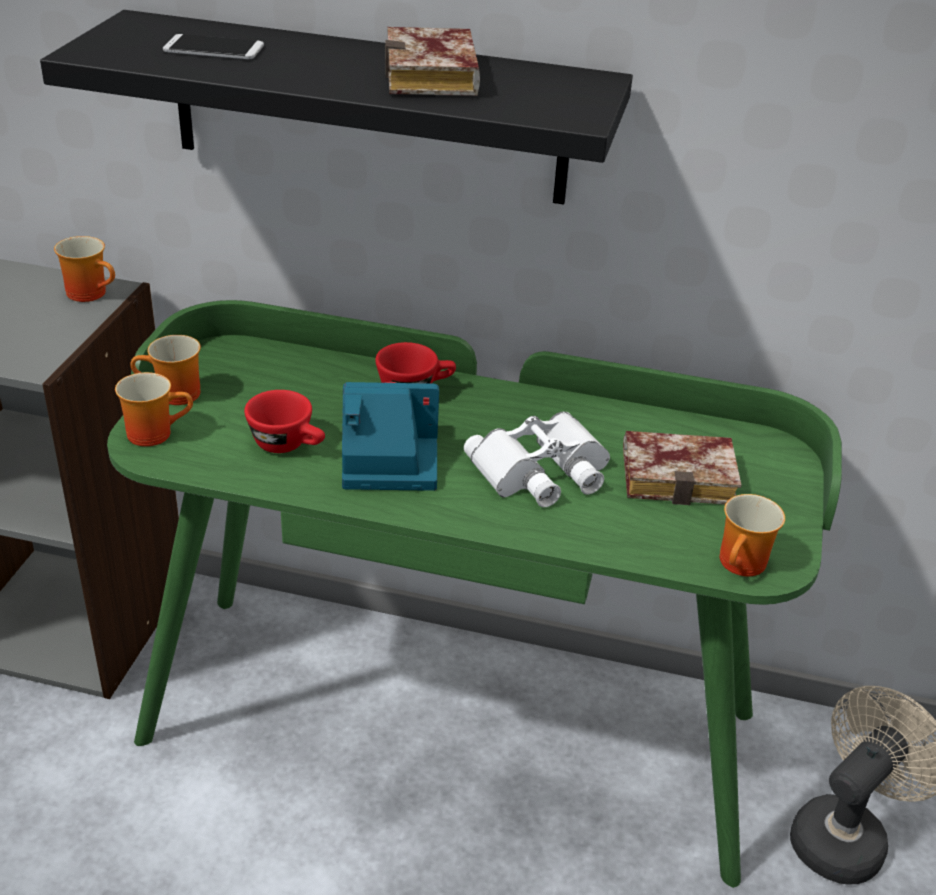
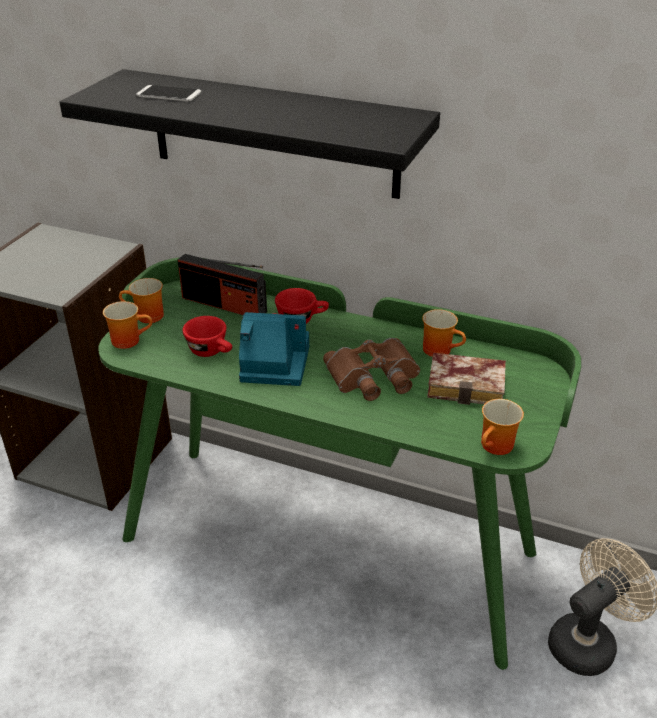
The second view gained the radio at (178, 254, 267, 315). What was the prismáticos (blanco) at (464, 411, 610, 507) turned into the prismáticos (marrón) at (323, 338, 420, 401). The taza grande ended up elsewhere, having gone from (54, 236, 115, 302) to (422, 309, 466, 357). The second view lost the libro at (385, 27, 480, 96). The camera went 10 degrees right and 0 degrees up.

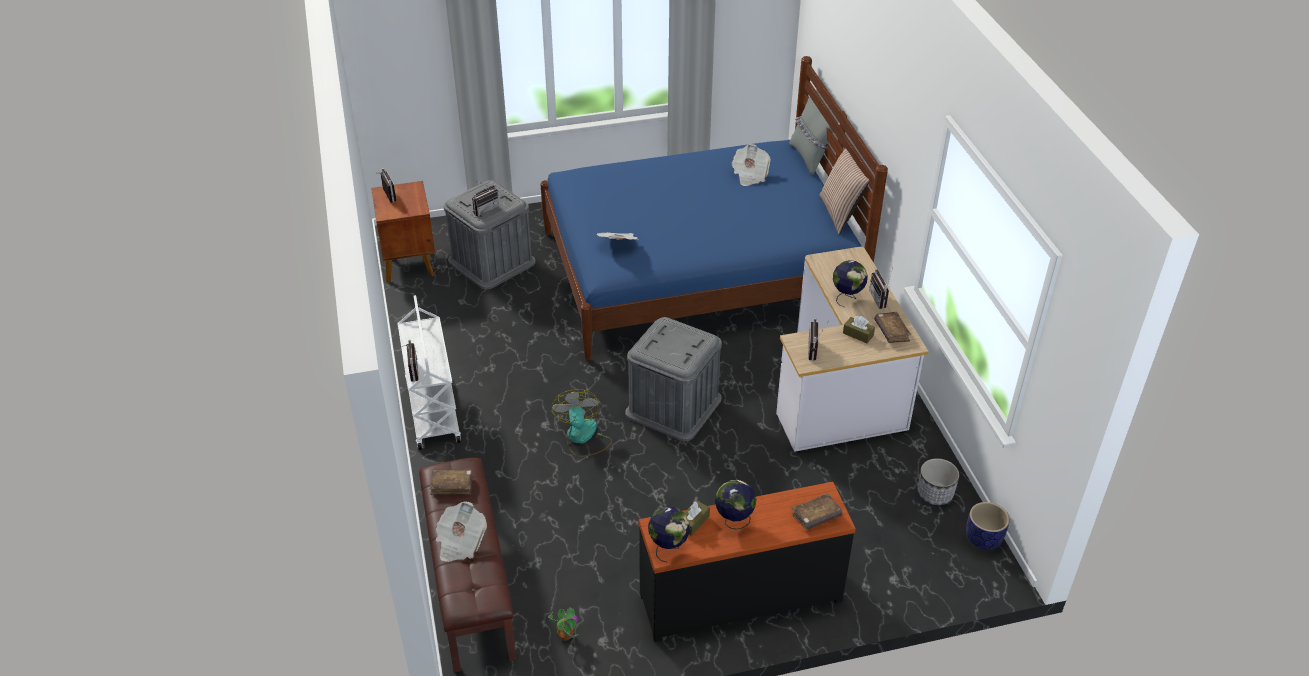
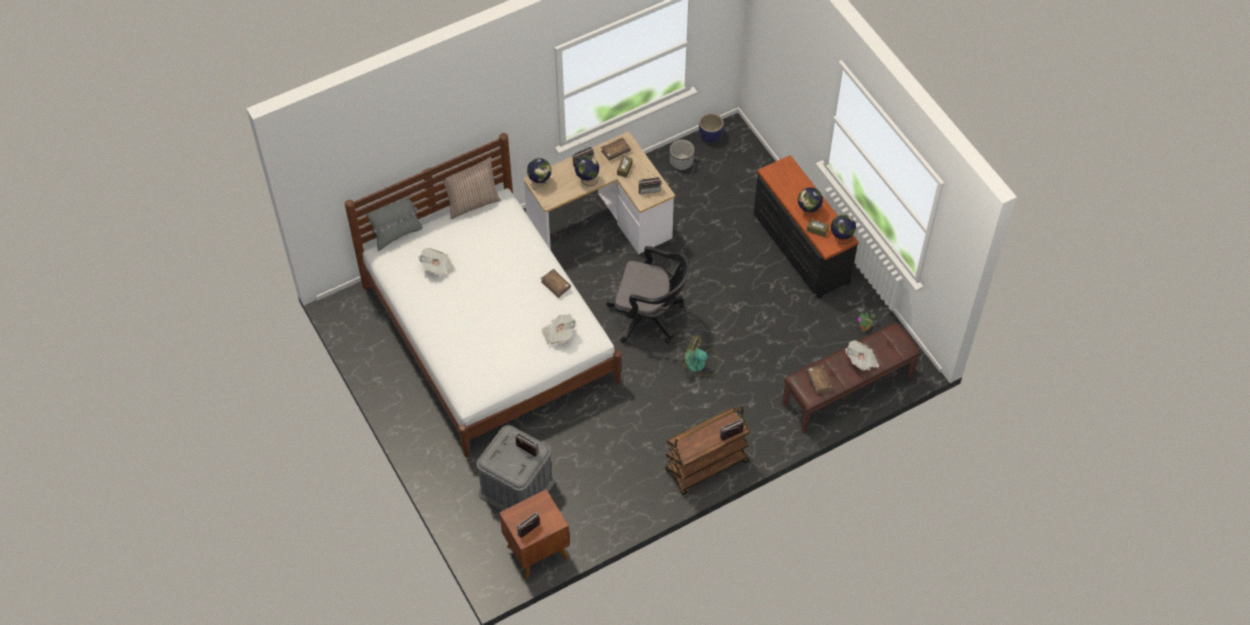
What was the cama (azul) at (540, 56, 888, 360) turned into the cama (blanco) at (345, 133, 621, 457). The second view gained the globo terráqueo at (527, 158, 551, 190). The libro (marrón) ended up elsewhere, having gone from (792, 493, 842, 530) to (541, 269, 571, 298). Where the caja de almacenaje (gris) stood at (625, 317, 722, 441), the silla de oficina (negro) came to stand at (606, 246, 690, 343). What was the carrito (blanco) at (398, 295, 461, 450) turned into the carrito (marrón) at (665, 406, 750, 495). The ventilador at (551, 389, 612, 457) ended up facing another way, 45 degrees clockwise from before. The camera went 105 degrees left and 15 degrees up.

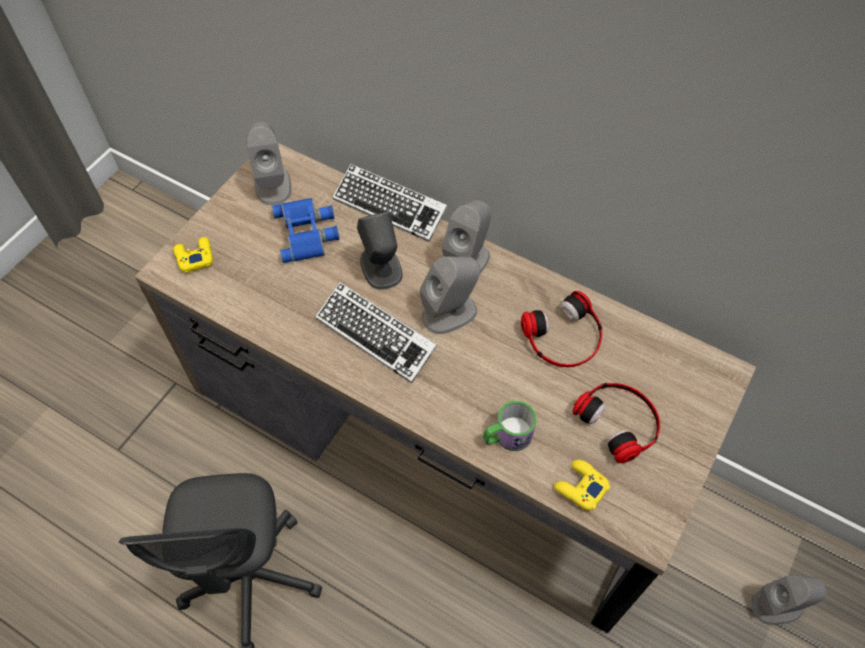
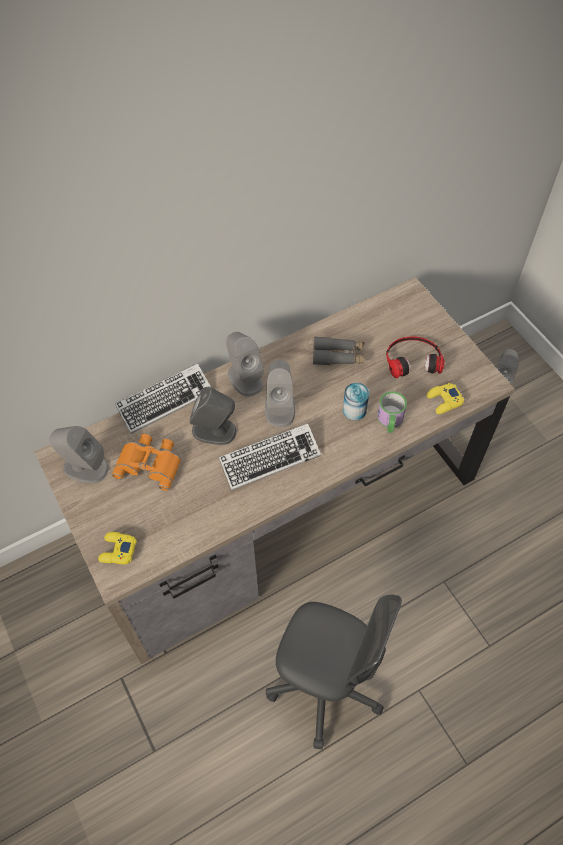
What was the prismáticos (azul) at (272, 198, 339, 263) turned into the prismáticos (naranja) at (112, 434, 181, 491). Where the auriculares stood at (521, 291, 602, 367), the prismáticos (gris) came to stand at (313, 337, 365, 365). The second view gained the lata at (343, 383, 369, 421). The camera went 60 degrees left and 0 degrees up.

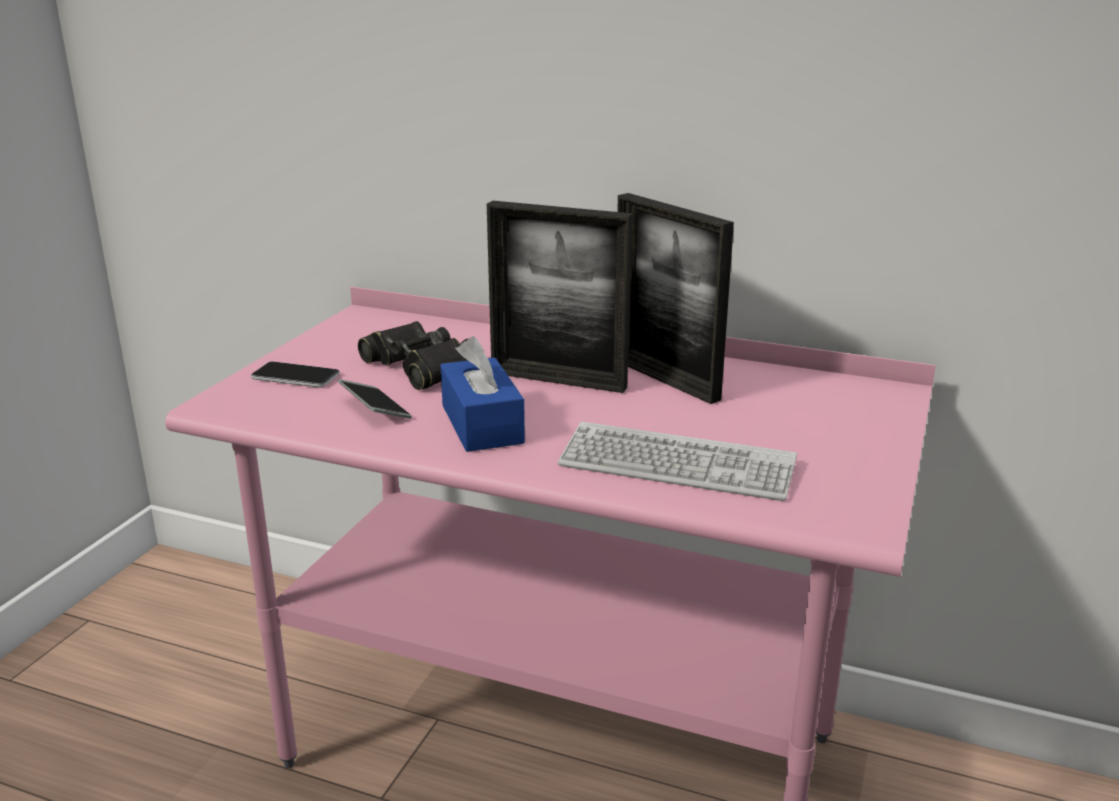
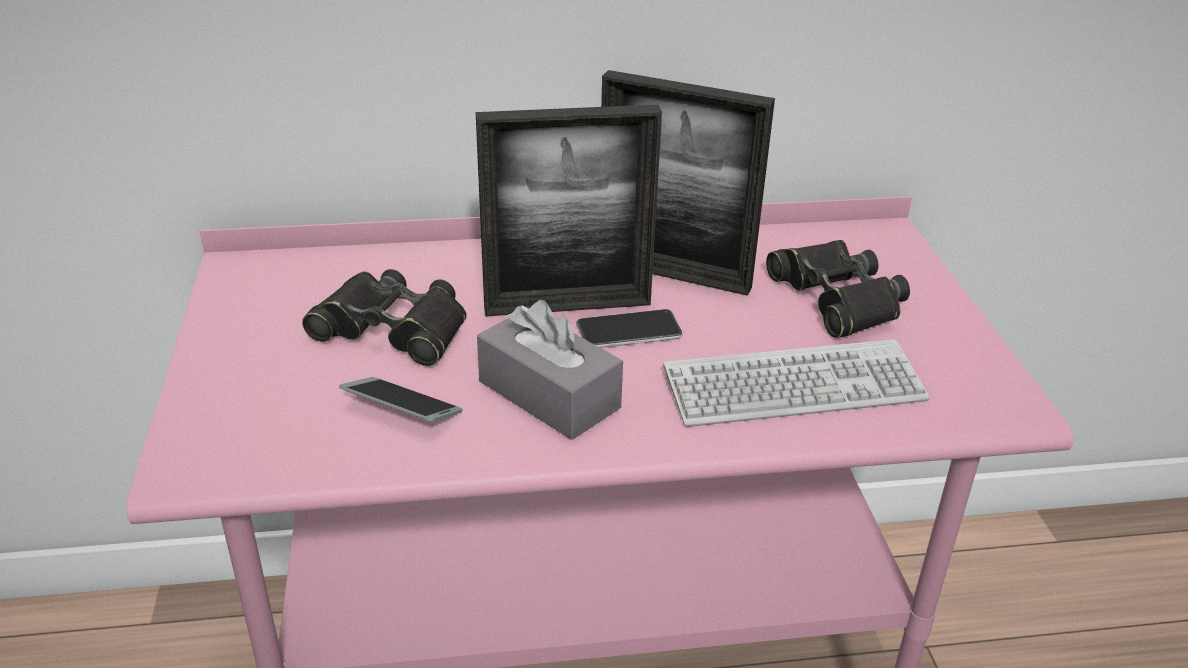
What was the caja de pañuelos (azul) at (440, 336, 525, 452) turned into the caja de pañuelos (gris) at (477, 300, 623, 440). The móvil ended up elsewhere, having gone from (251, 361, 340, 388) to (576, 309, 683, 348). The second view gained the prismáticos (negro) at (766, 240, 910, 338). The camera went 30 degrees left and 10 degrees up.

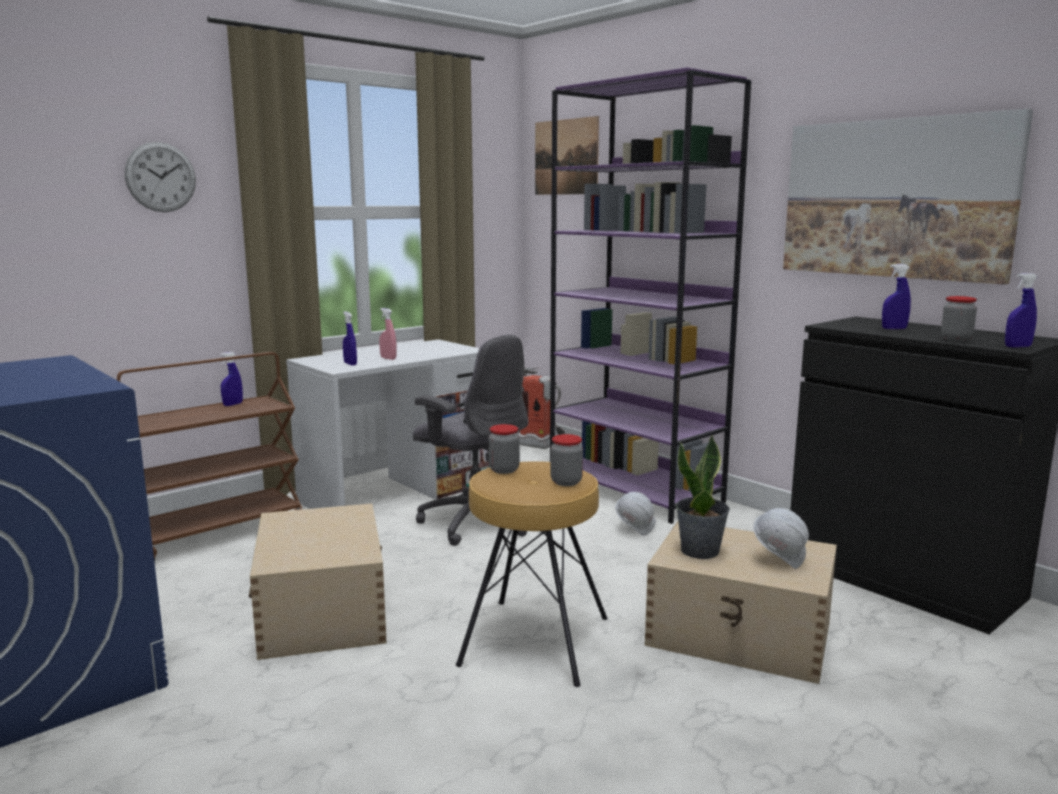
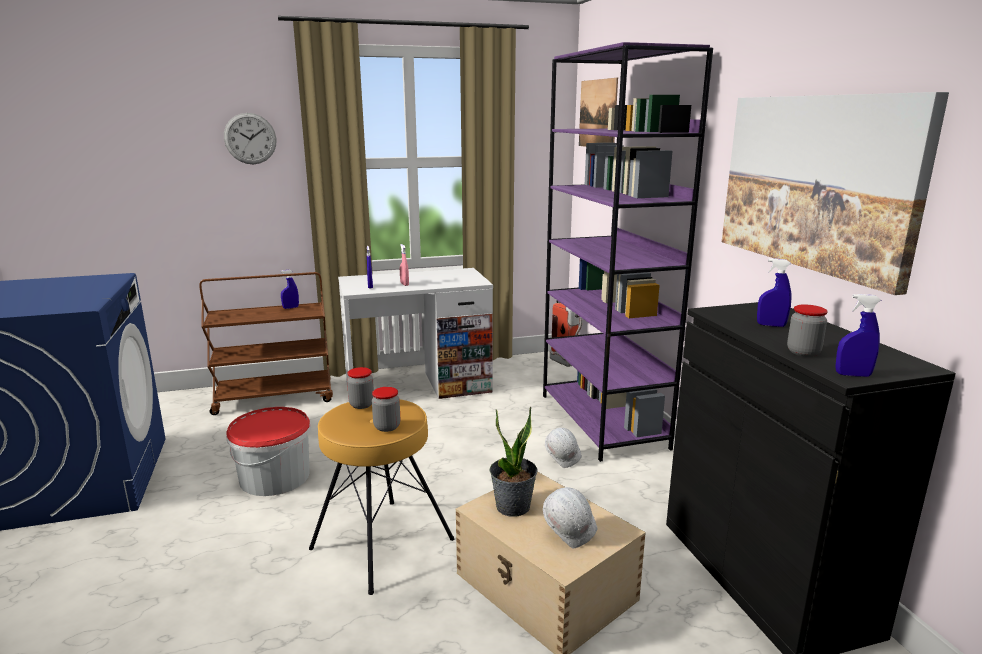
Where the caja de almacenaje (beis) stood at (249, 503, 387, 660), the cubo came to stand at (226, 407, 311, 496). The second view lost the silla de oficina (gris) at (413, 335, 529, 546). The camera went 25 degrees right and 5 degrees up.

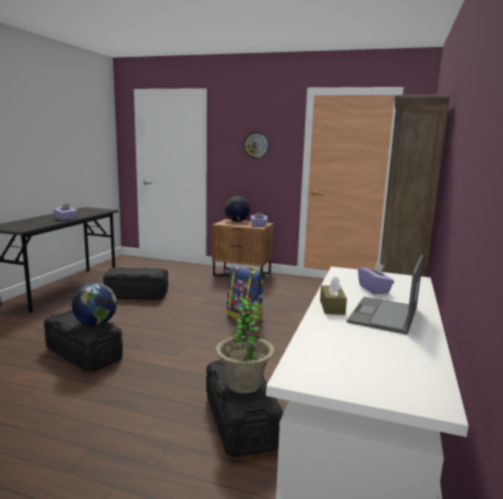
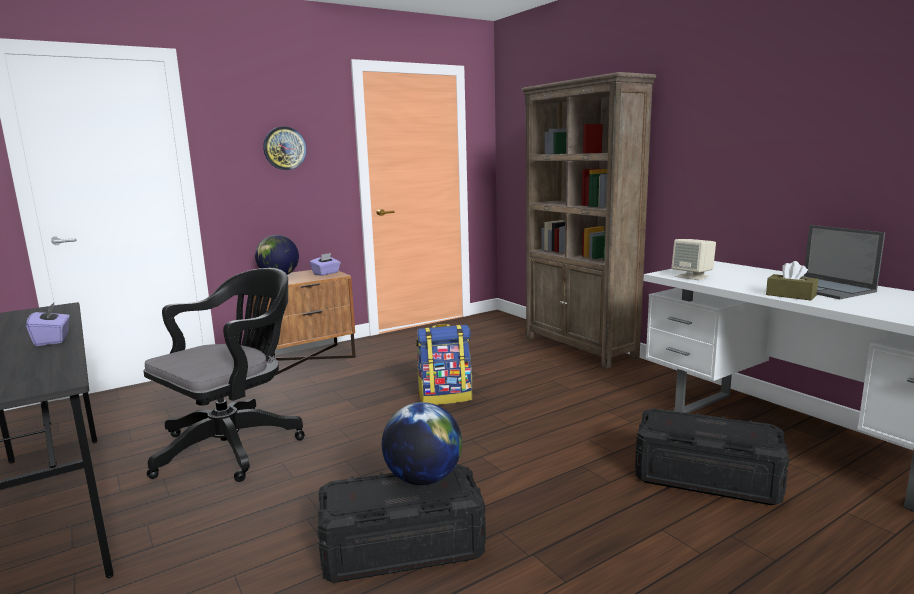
Where the caja de almacenaje (negro) stood at (103, 267, 168, 300), the silla de oficina (negro) came to stand at (143, 268, 305, 482). The second view gained the altavoz (beis) at (671, 239, 716, 280). The second view lost the planta en maceta at (215, 297, 275, 393). The second view lost the caja de pañuelos (morado) at (358, 262, 394, 294). The camera went 50 degrees left and 0 degrees up.

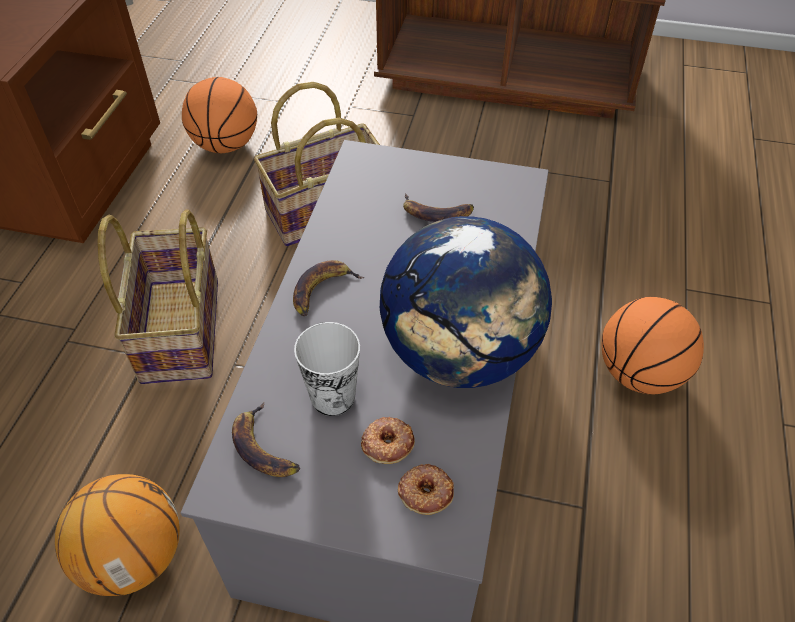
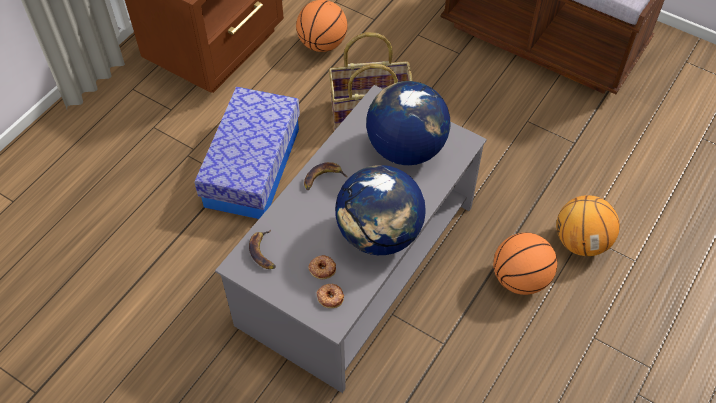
Where the cesta stood at (97, 209, 218, 384), the caja de almacenaje came to stand at (194, 87, 300, 219). Where the plátano stood at (403, 194, 474, 222), the globo terráqueo came to stand at (366, 81, 450, 165). The balón de baloncesto ended up elsewhere, having gone from (55, 474, 180, 596) to (556, 195, 620, 256). The second view lost the taza at (294, 322, 360, 416). The camera went 20 degrees right and 5 degrees up.

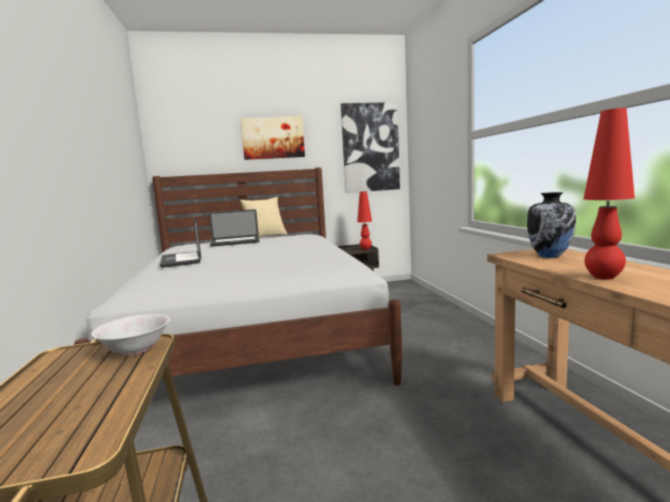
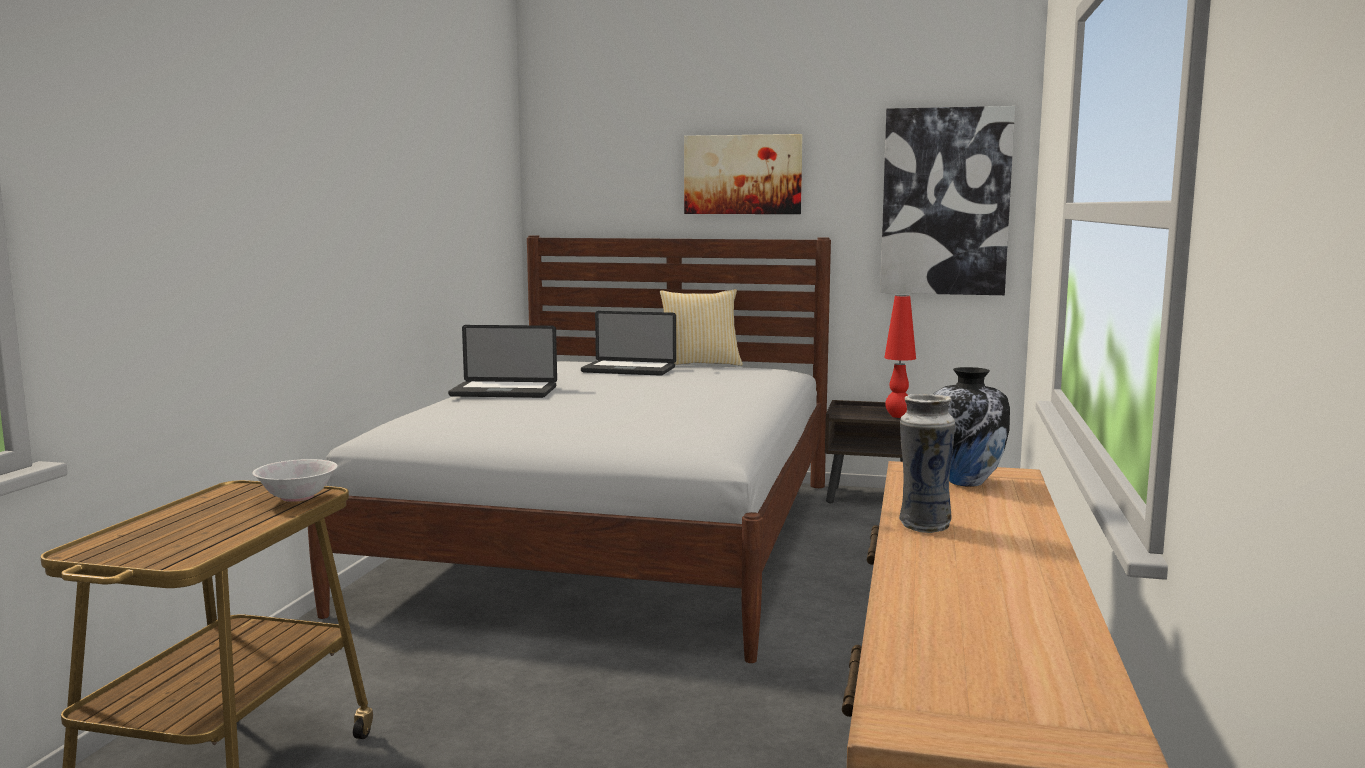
The portátil at (160, 219, 201, 268) ended up facing another way, 90 degrees counterclockwise from before. Where the lámpara de mesa (rojo) stood at (584, 108, 635, 280), the florero came to stand at (899, 394, 955, 533). The camera went 25 degrees right and 0 degrees up.

